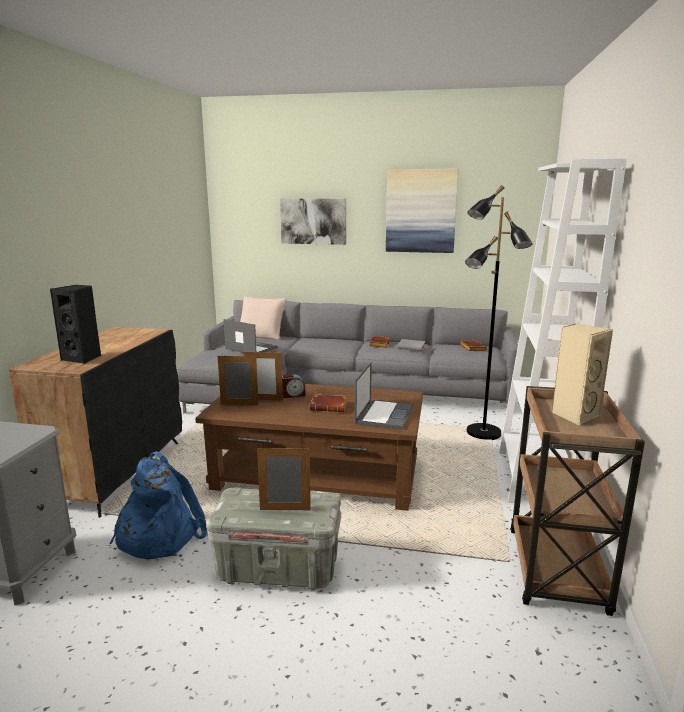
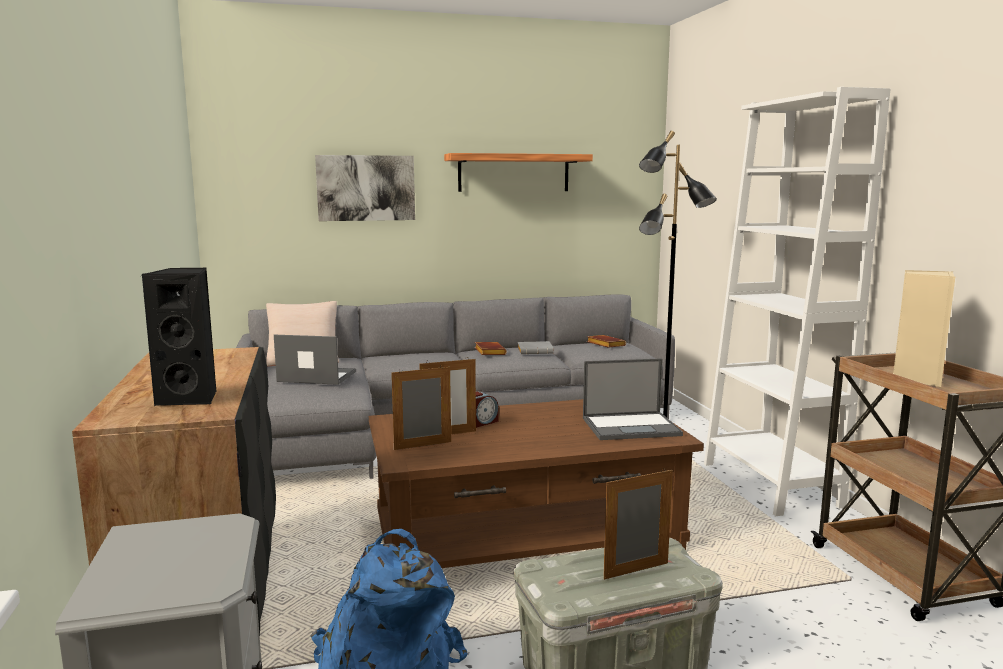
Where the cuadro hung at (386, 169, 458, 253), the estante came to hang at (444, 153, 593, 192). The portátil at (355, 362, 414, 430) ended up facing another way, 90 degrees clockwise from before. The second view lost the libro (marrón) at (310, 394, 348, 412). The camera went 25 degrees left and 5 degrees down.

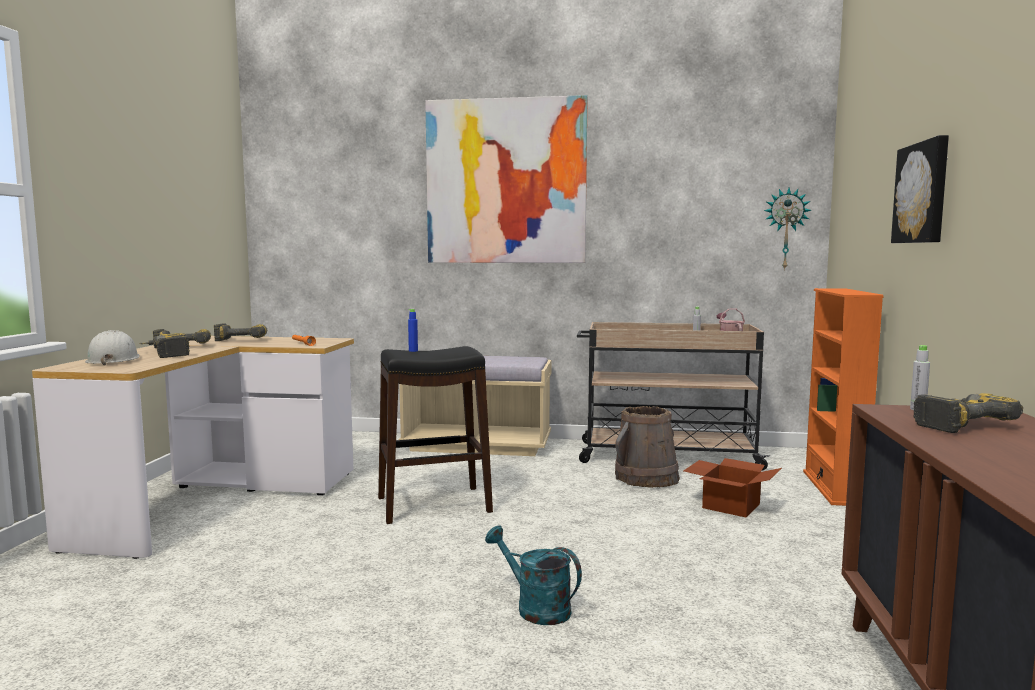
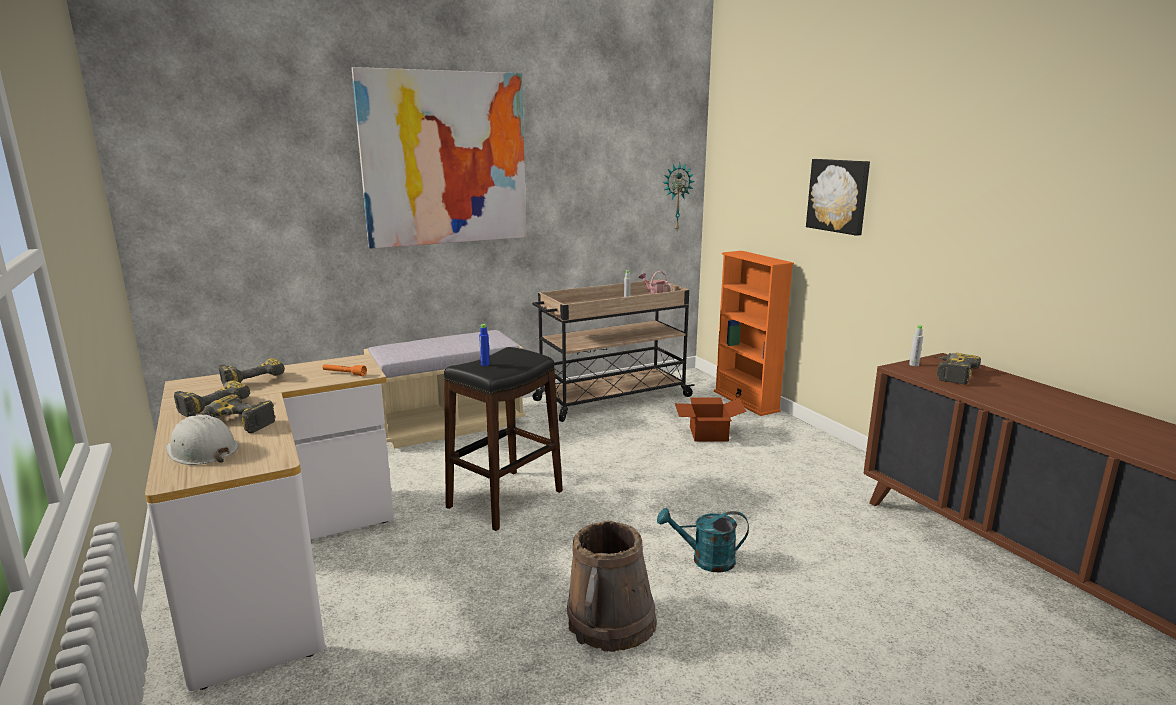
The cubo (marrón) ended up elsewhere, having gone from (615, 406, 680, 488) to (567, 521, 657, 652). The camera went 35 degrees left and 10 degrees up.

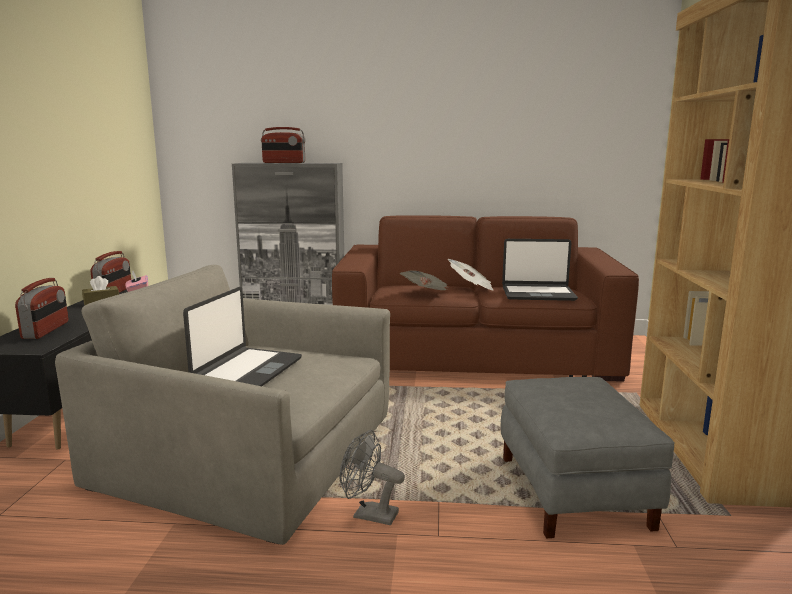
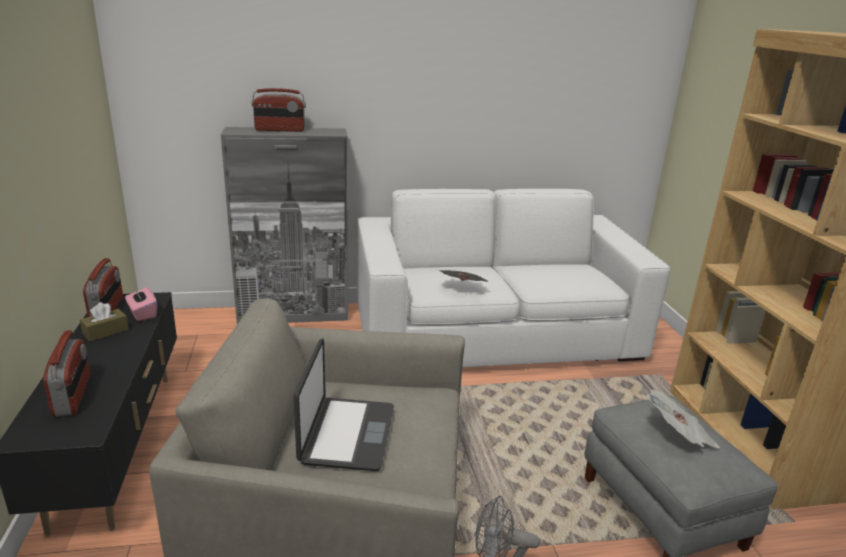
What was the sofá (marrón) at (332, 215, 639, 382) turned into the sofá (blanco) at (357, 189, 670, 367). The periódico ended up elsewhere, having gone from (448, 259, 494, 291) to (646, 390, 720, 448). The second view lost the portátil at (502, 239, 578, 301). The camera went 15 degrees left and 10 degrees up.

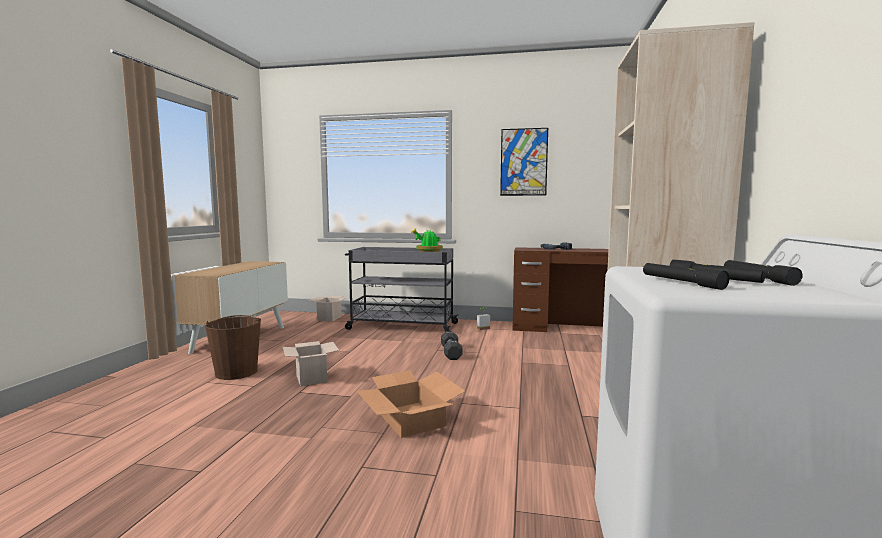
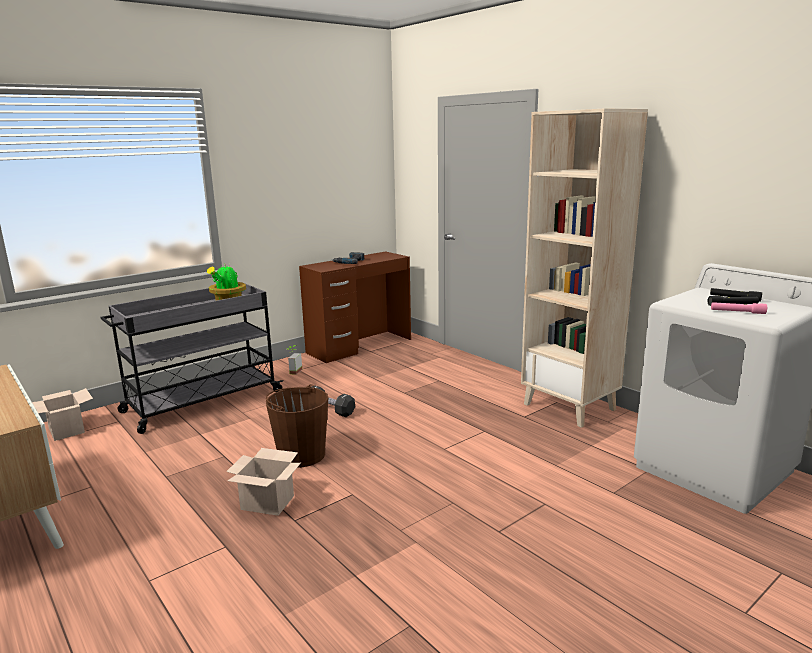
The cubo (marrón) ended up elsewhere, having gone from (205, 315, 261, 380) to (266, 384, 328, 468). What was the linterna (negro) at (643, 263, 729, 290) turned into the linterna (rosa) at (711, 302, 767, 314). The second view lost the caja de cartón at (357, 370, 465, 438). The second view lost the cuadro at (500, 128, 548, 196). The camera went 50 degrees left and 10 degrees up.

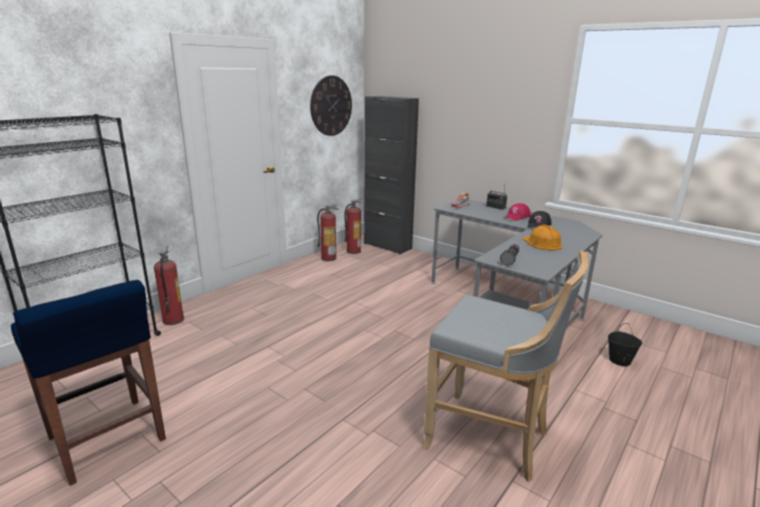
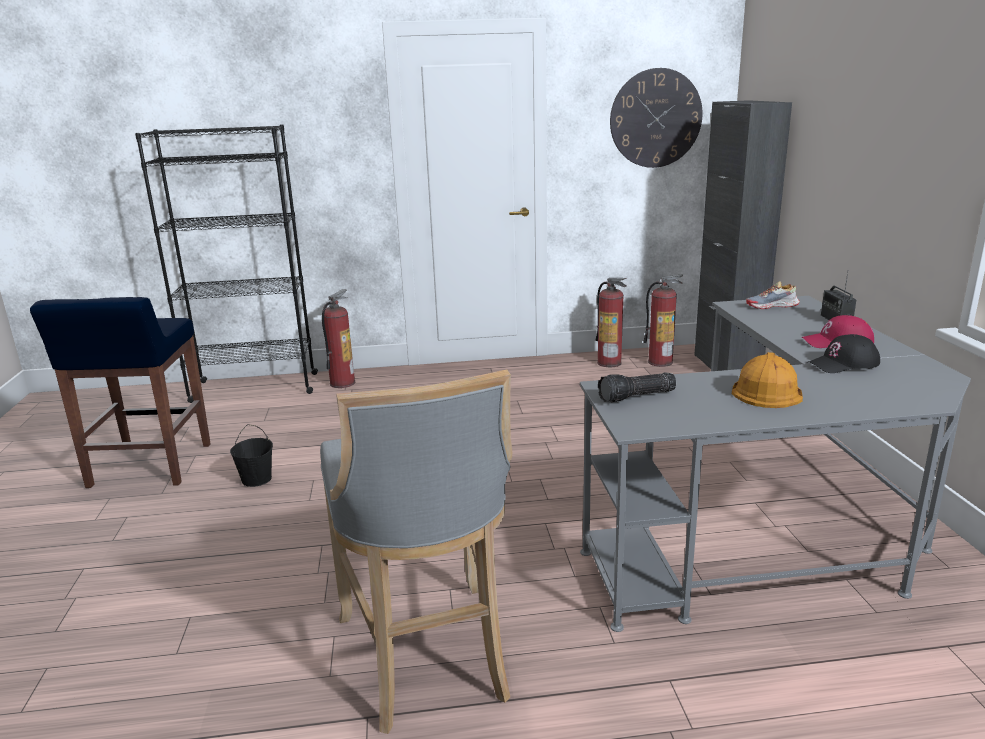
The cubo (negro) ended up elsewhere, having gone from (608, 323, 642, 366) to (230, 424, 273, 487). The camera went 45 degrees right and 0 degrees up.

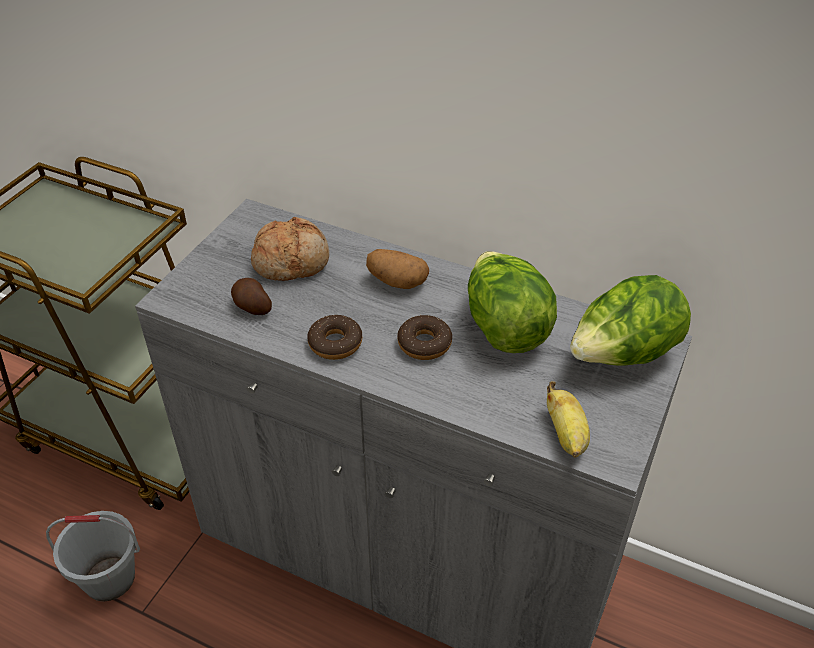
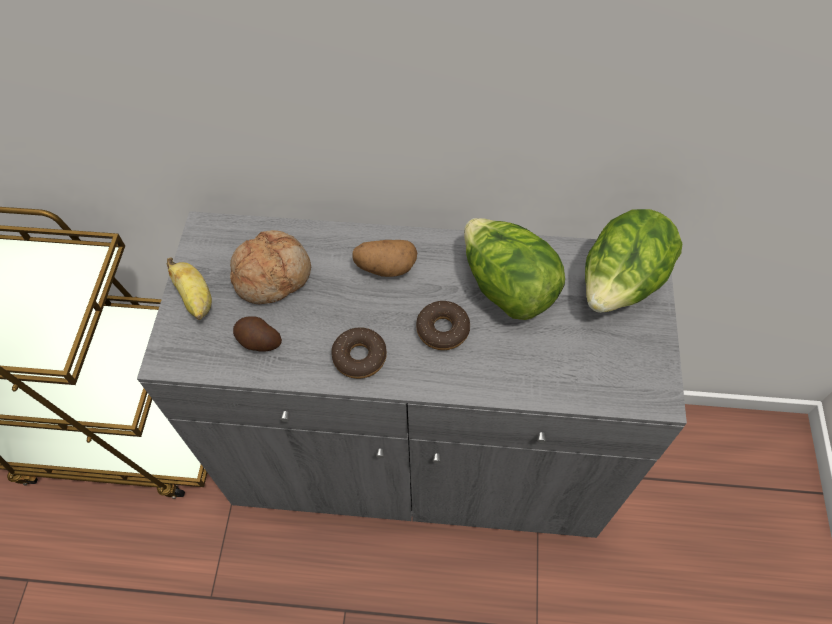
The plátano ended up elsewhere, having gone from (547, 381, 590, 458) to (167, 257, 212, 320). The second view lost the cubo (gris) at (46, 511, 140, 602). The camera went 20 degrees left and 15 degrees up.

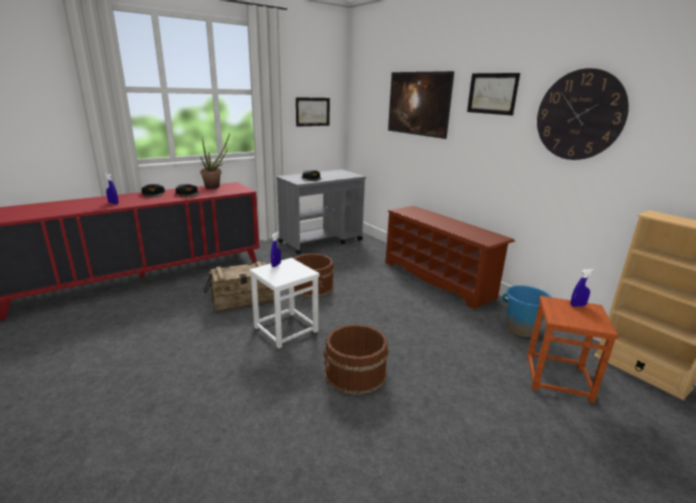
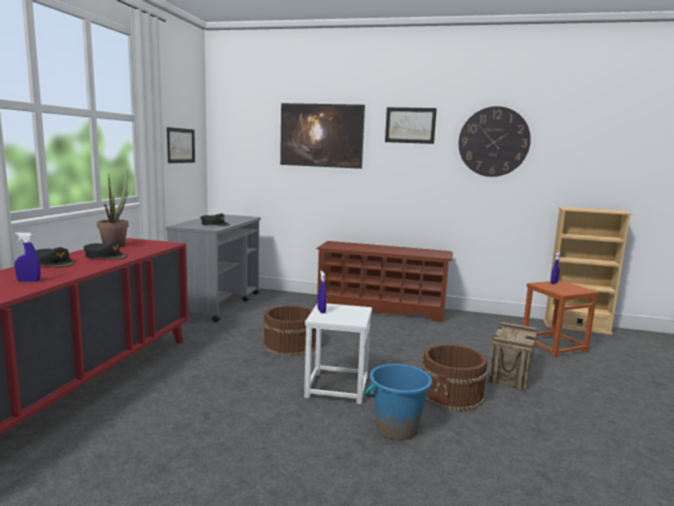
The cubo (azul) ended up elsewhere, having gone from (502, 285, 552, 337) to (365, 364, 432, 440). The caja de embalaje ended up elsewhere, having gone from (204, 261, 274, 311) to (488, 322, 538, 390). The camera went 40 degrees left and 10 degrees down.

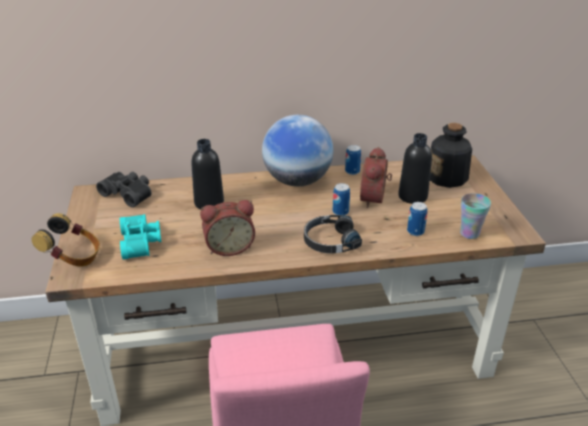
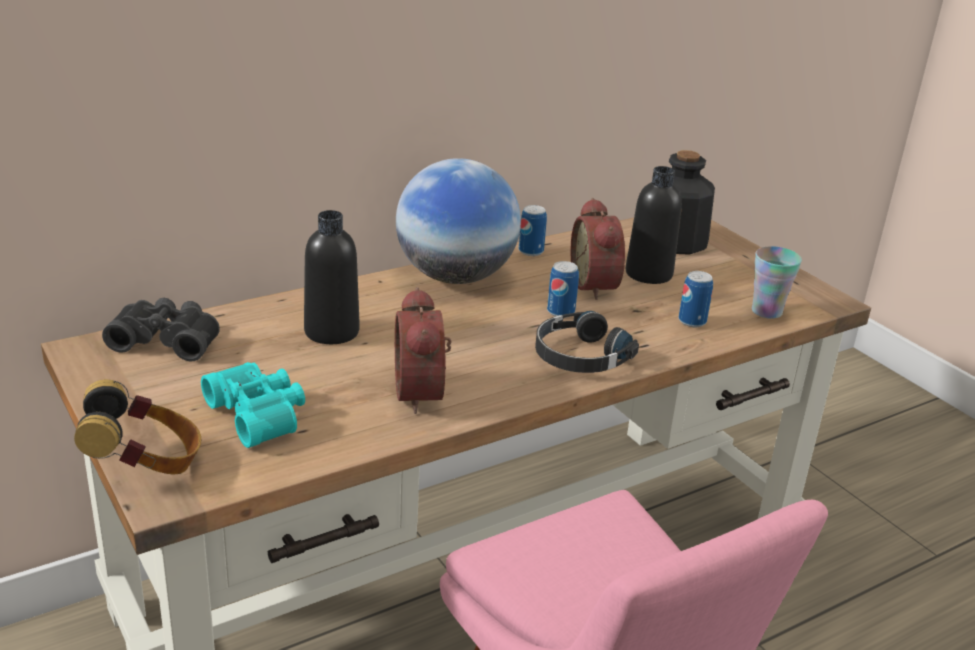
The despertador at (200, 200, 255, 256) ended up facing another way, 120 degrees clockwise from before. The camera went 25 degrees left and 5 degrees down.

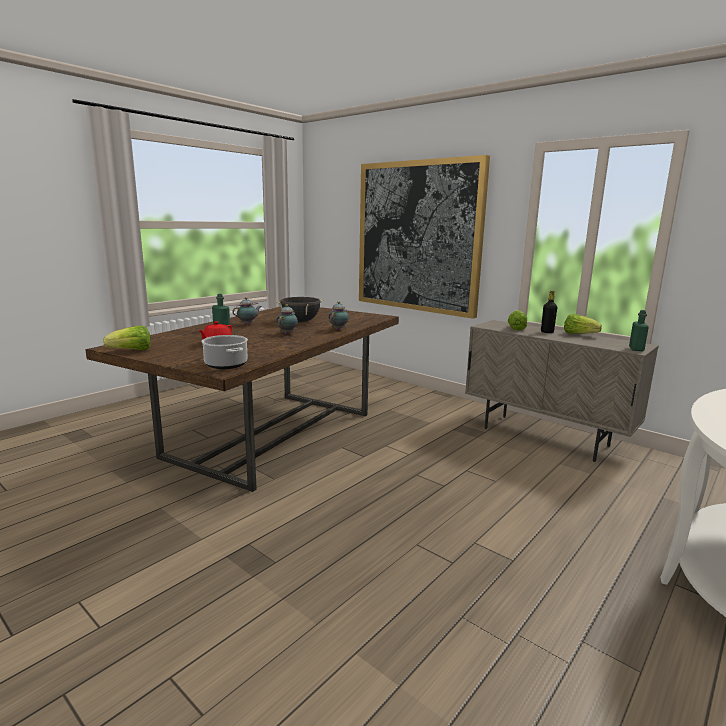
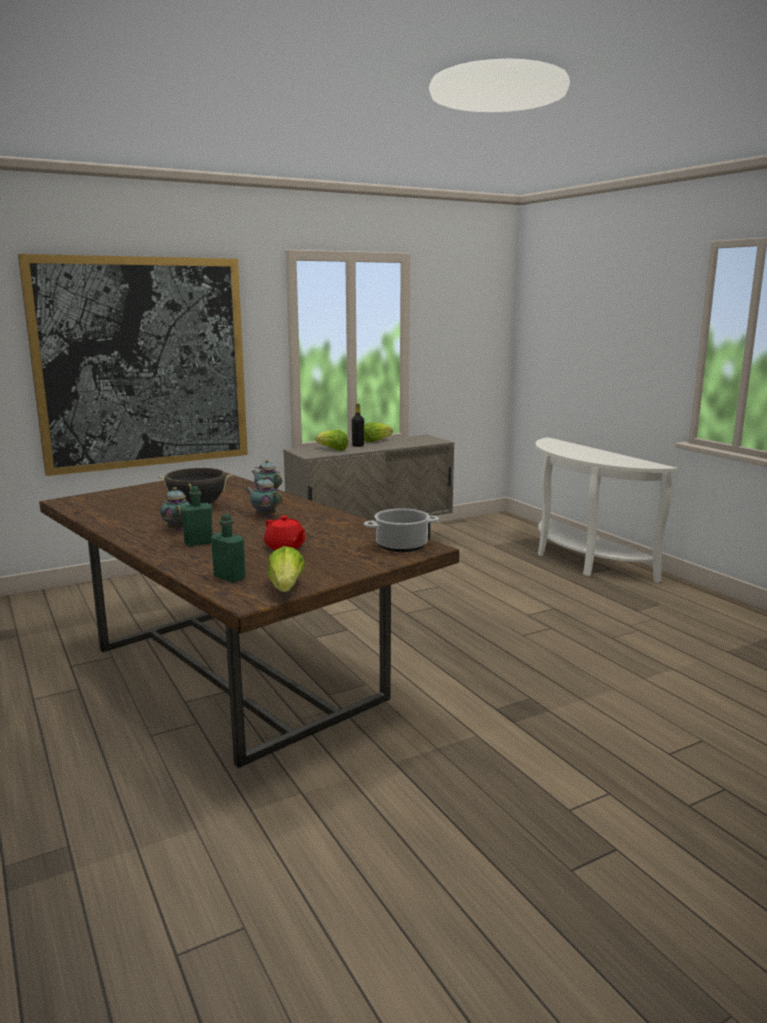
The botella (verde) ended up elsewhere, having gone from (629, 310, 649, 351) to (211, 514, 246, 583). The camera went 70 degrees left and 0 degrees up.

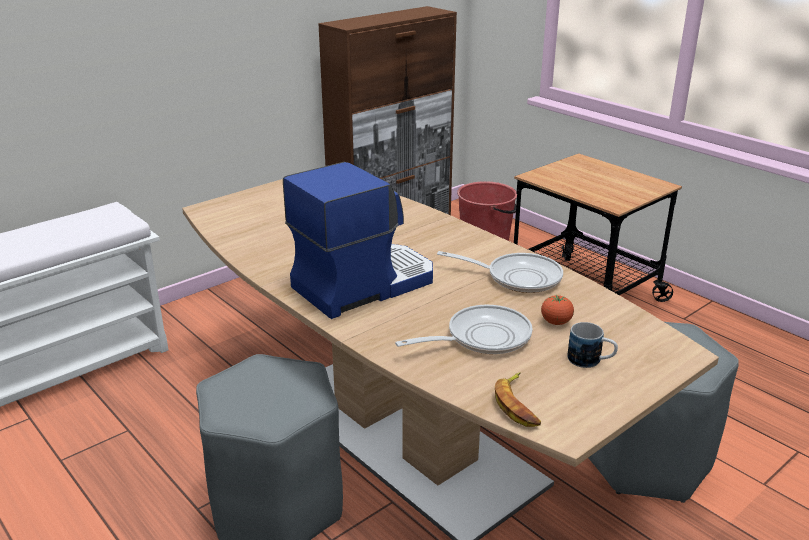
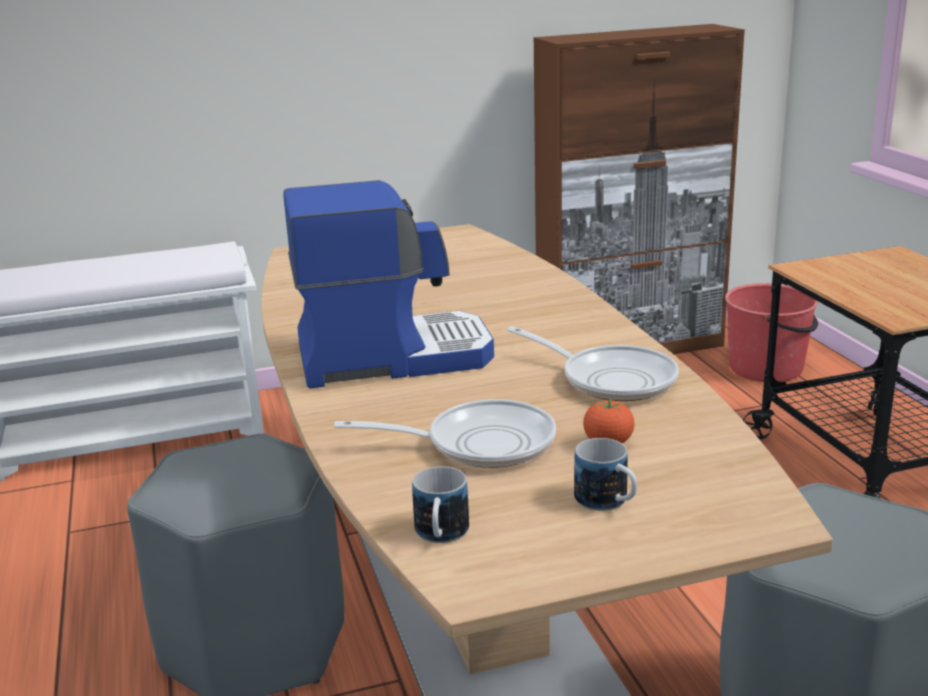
Where the plátano stood at (495, 372, 541, 427), the taza grande came to stand at (412, 466, 469, 543). The camera went 25 degrees right and 5 degrees down.

